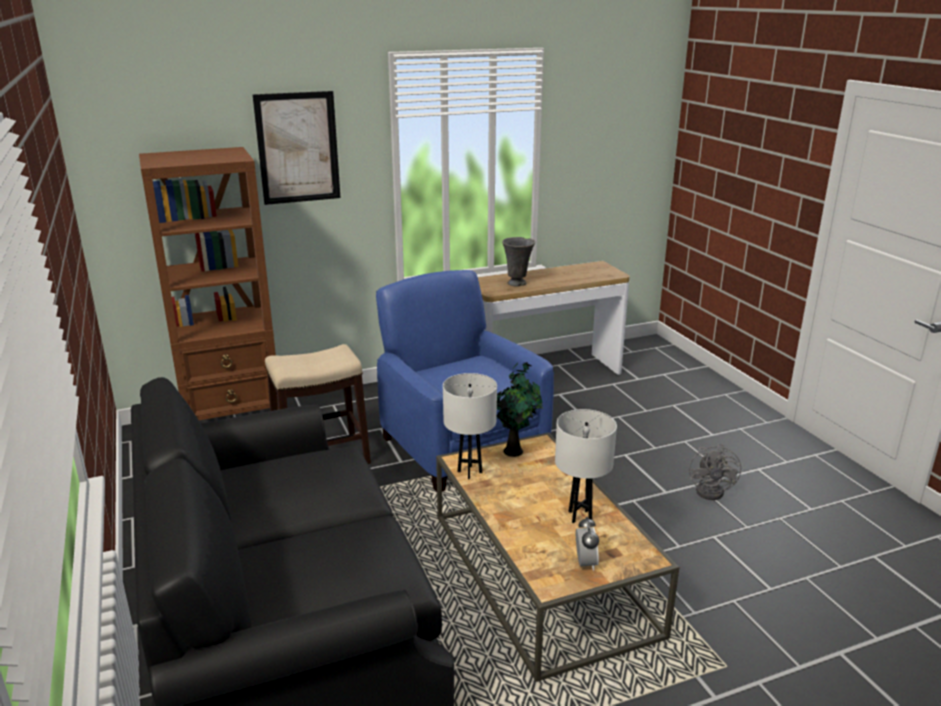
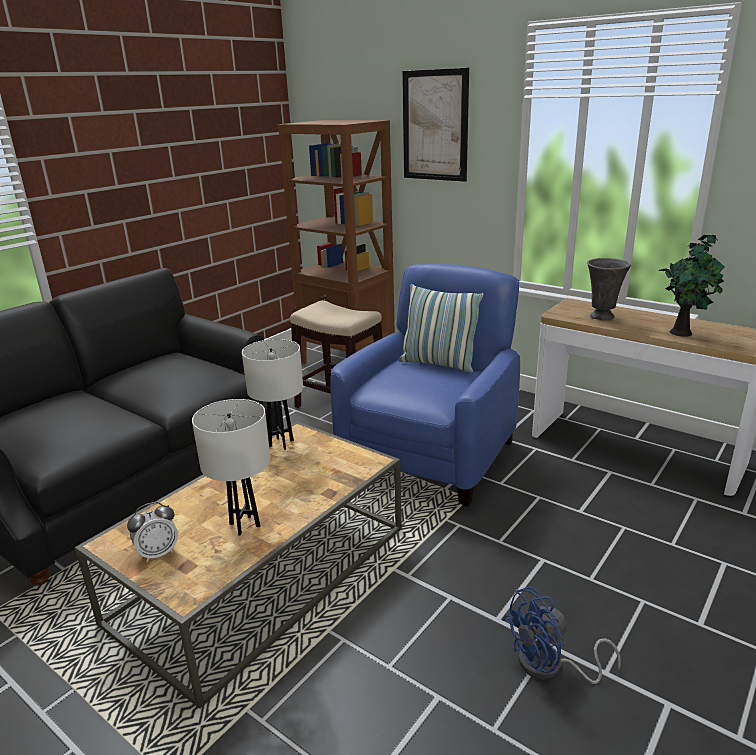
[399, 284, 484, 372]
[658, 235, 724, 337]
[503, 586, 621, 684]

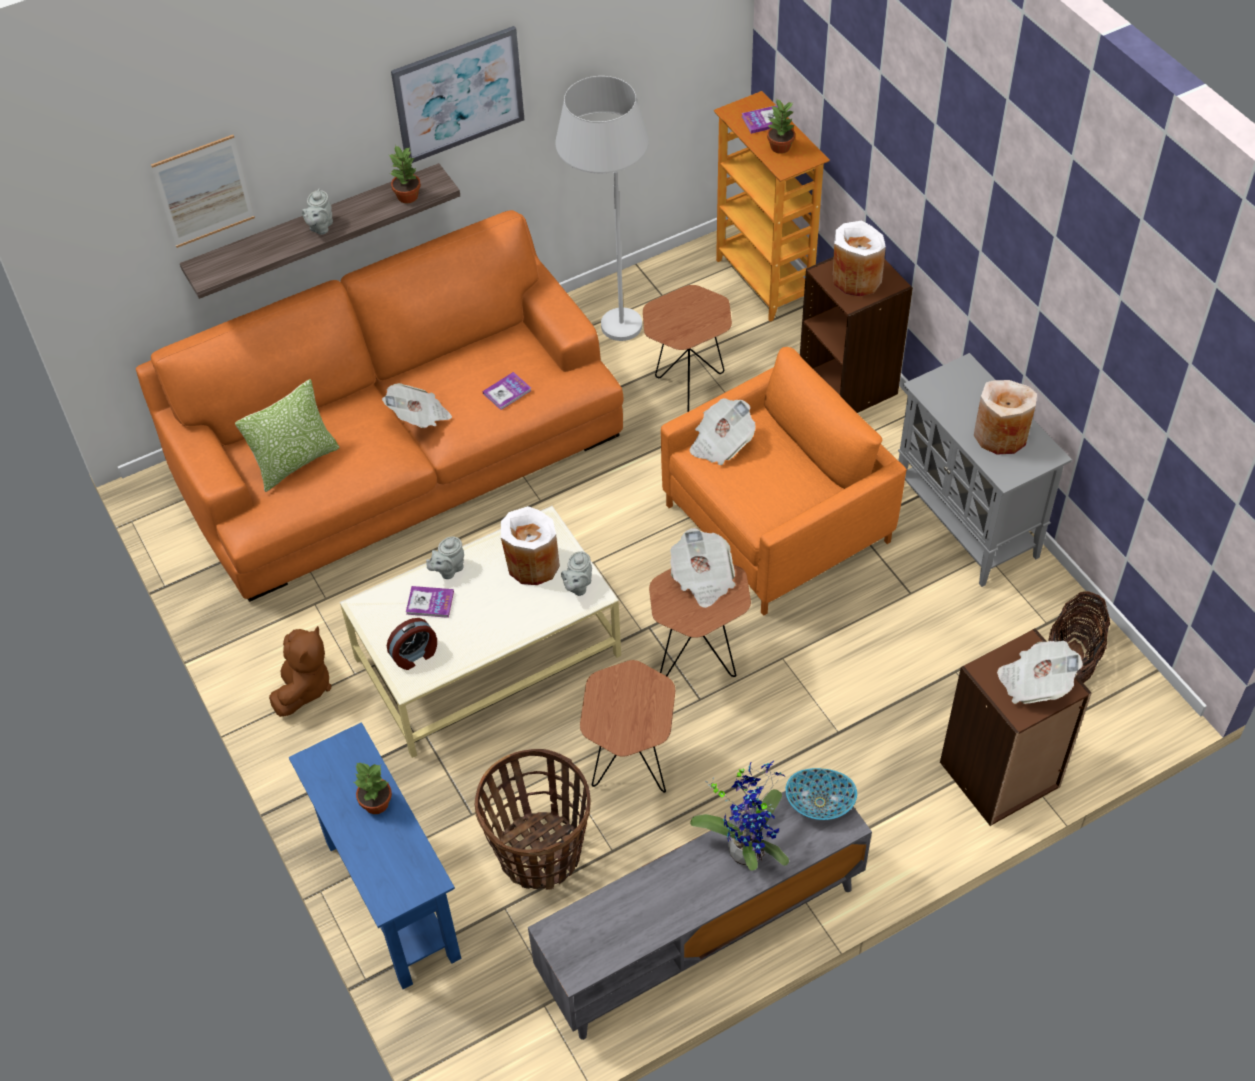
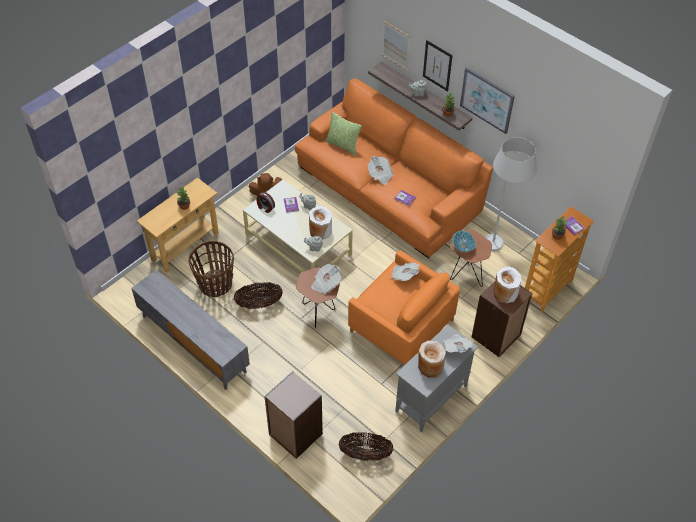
[690, 761, 789, 871] (first image)
[423, 40, 453, 92]
[453, 231, 476, 252]
[442, 334, 473, 353]
[234, 282, 283, 309]
[137, 178, 219, 273]

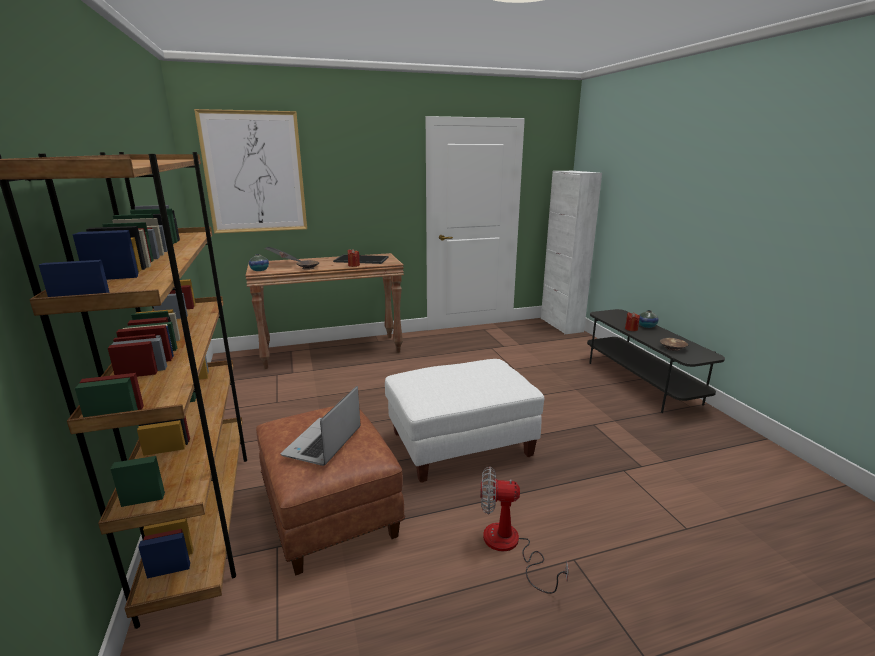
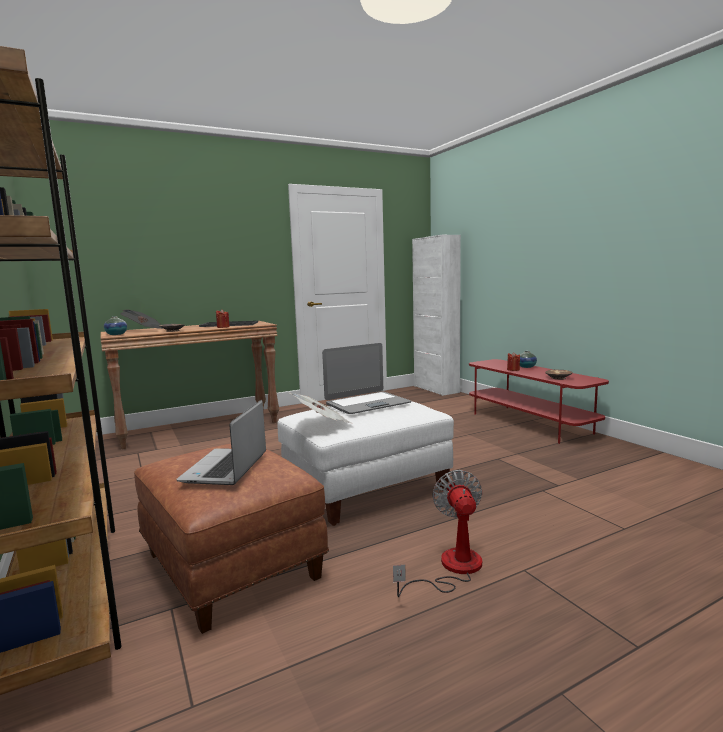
[194, 109, 307, 233] (first image)
[289, 393, 351, 423]
[322, 343, 411, 414]
[469, 359, 609, 444]
[393, 470, 482, 597]

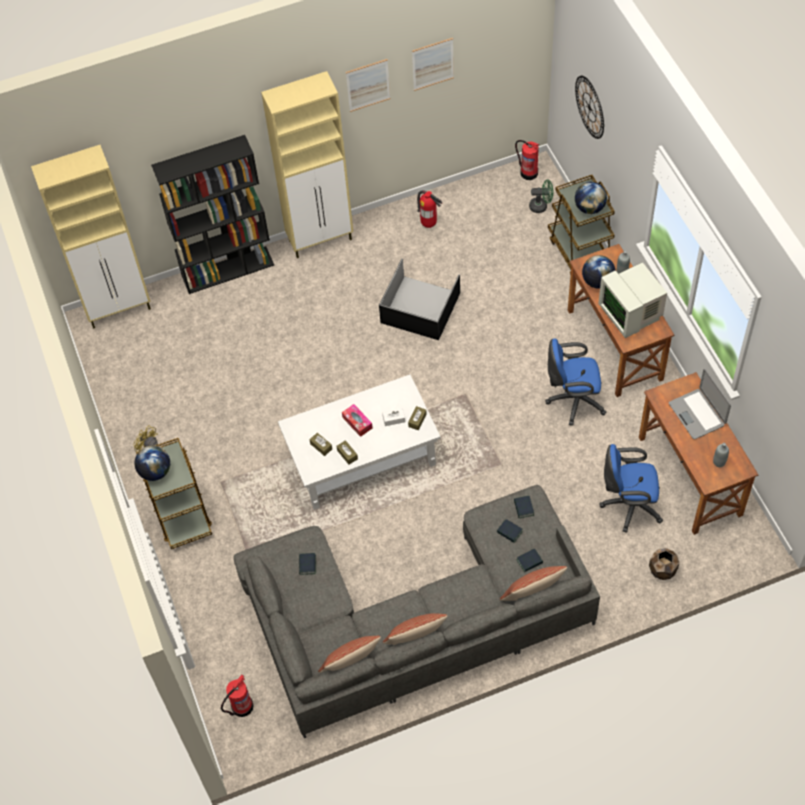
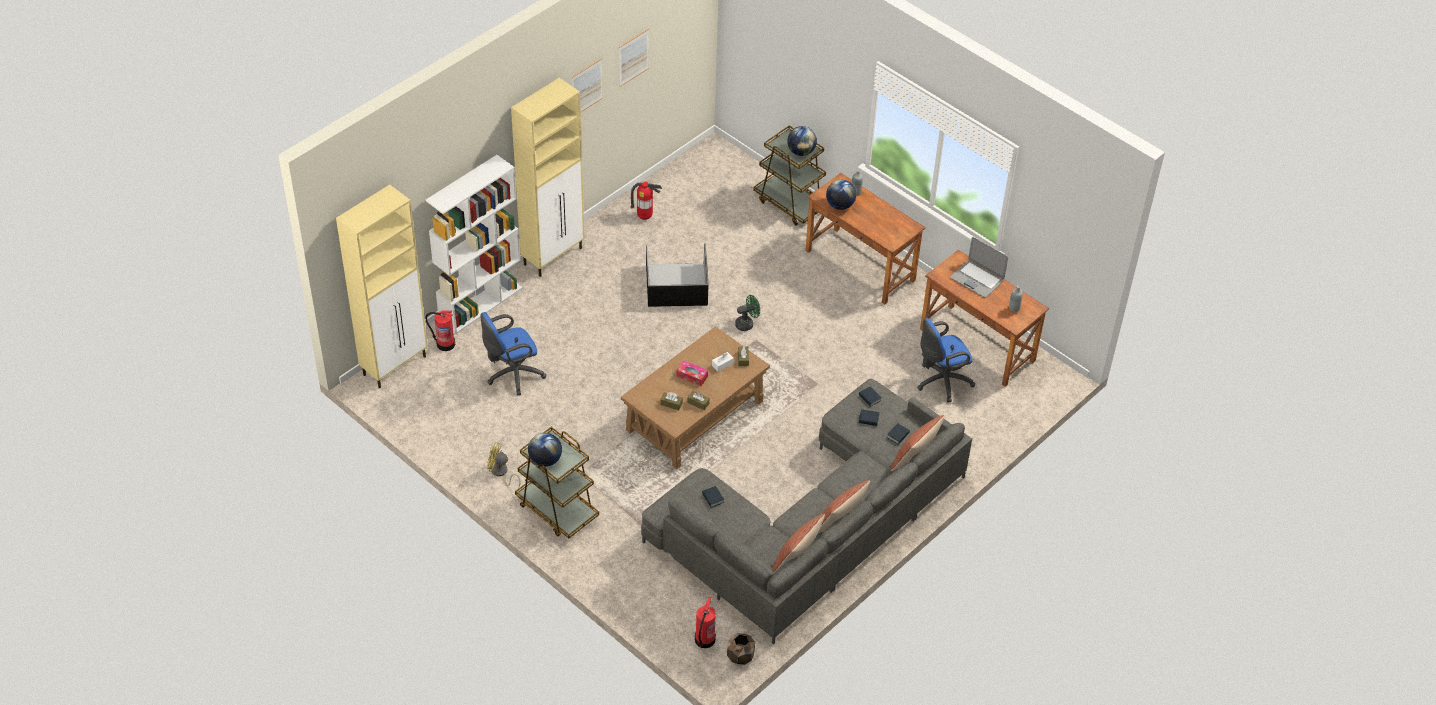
[575, 76, 604, 139] (first image)
[598, 262, 667, 338] (first image)
[425, 310, 455, 351]
[735, 295, 760, 331]
[480, 312, 547, 395]
[727, 633, 755, 665]
[426, 155, 522, 334]
[621, 326, 770, 469]

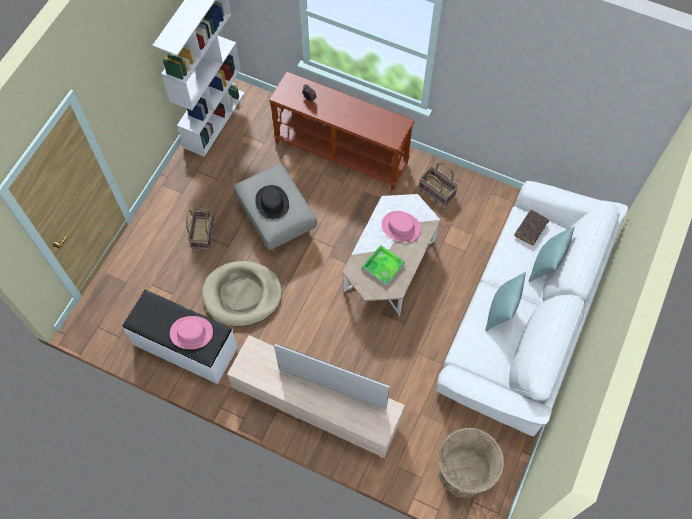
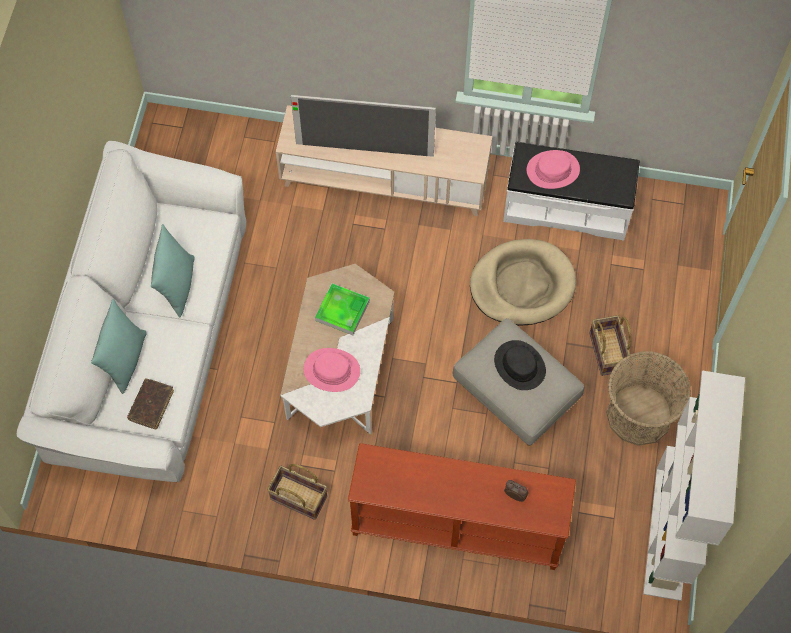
[606, 351, 691, 446]

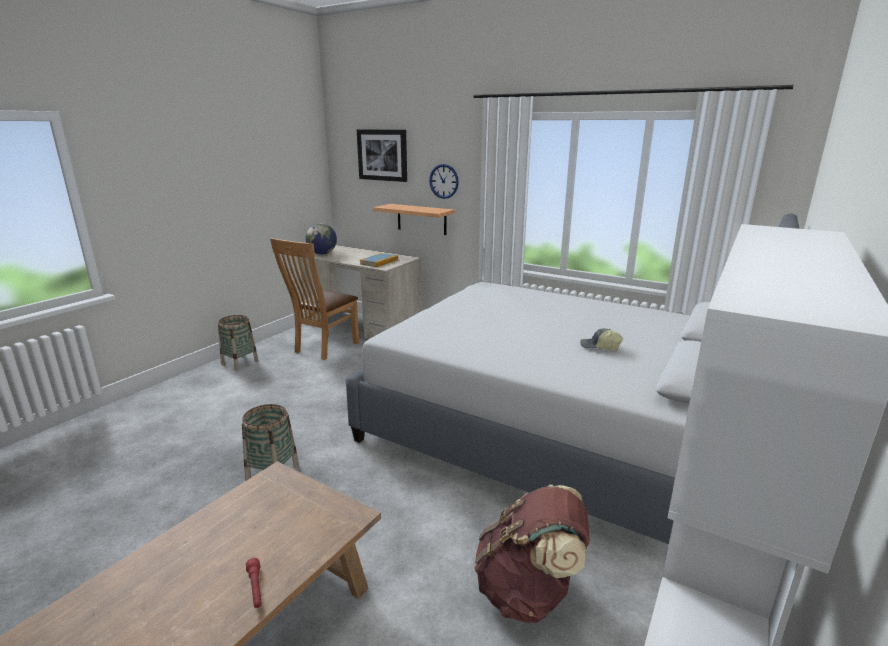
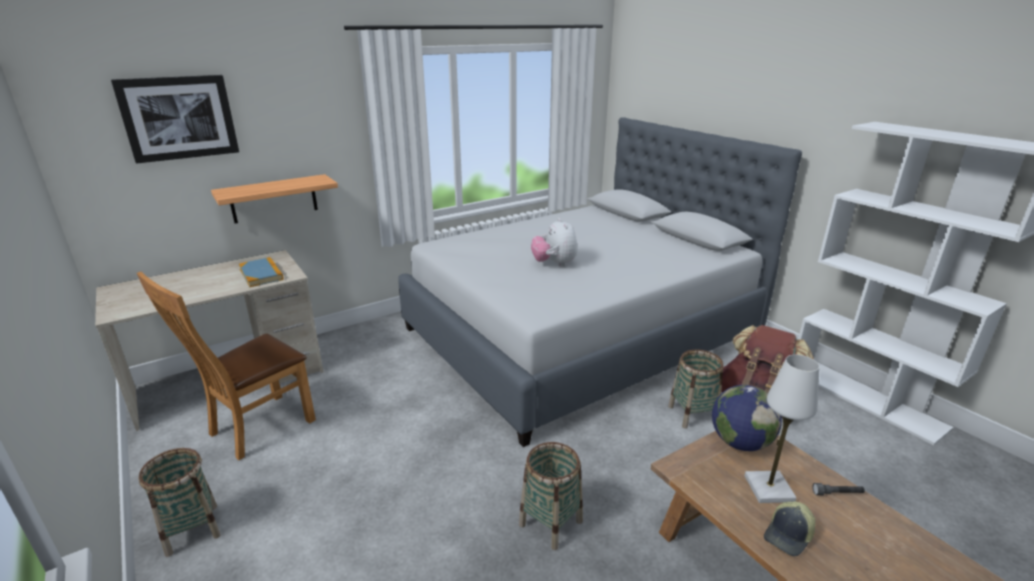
[429, 164, 459, 199] (first image)
[531, 218, 577, 267]
[668, 349, 724, 429]
[744, 355, 820, 503]
[712, 385, 782, 451]
[764, 501, 816, 556]
[812, 483, 865, 496]
[137, 272, 316, 460]

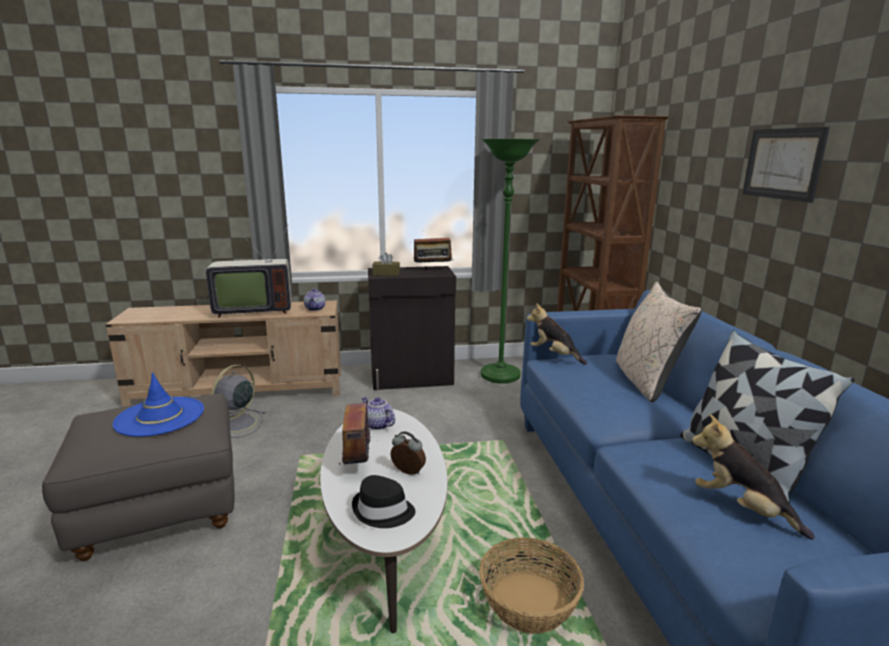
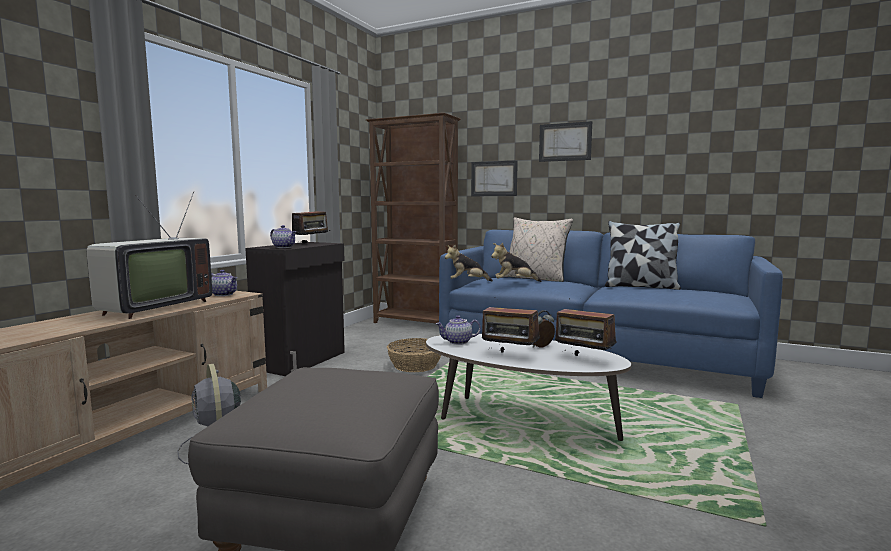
[113, 372, 204, 437] (first image)
[481, 139, 541, 384] (first image)
[471, 160, 518, 196]
[387, 338, 441, 372]
[491, 243, 542, 282]
[555, 309, 617, 356]
[270, 225, 297, 248]

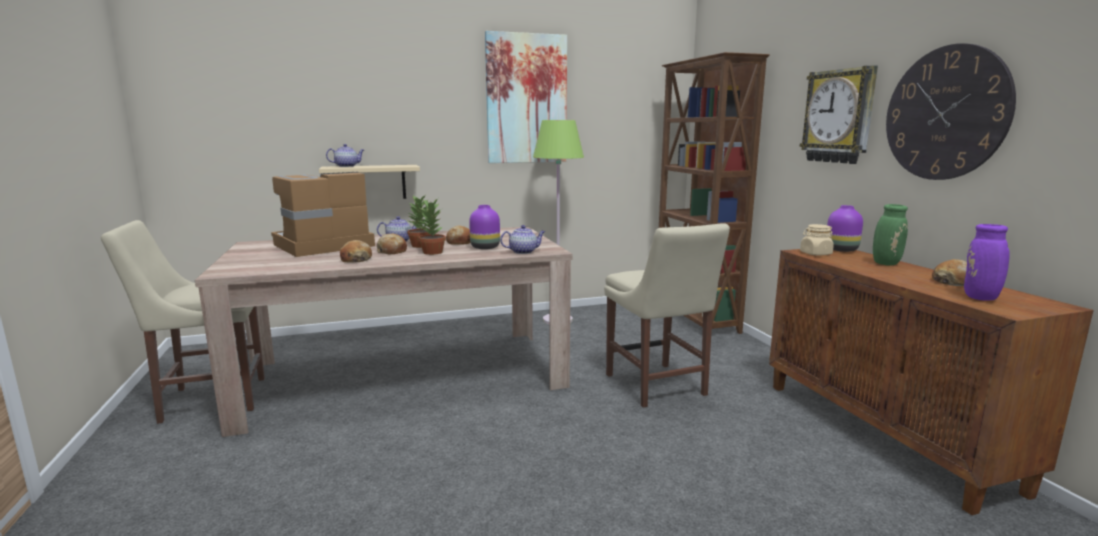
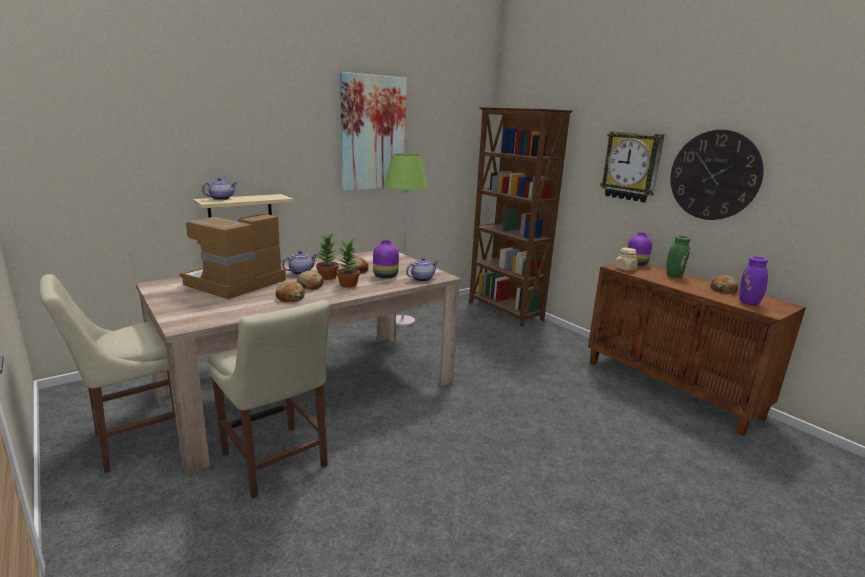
[207, 300, 330, 499]

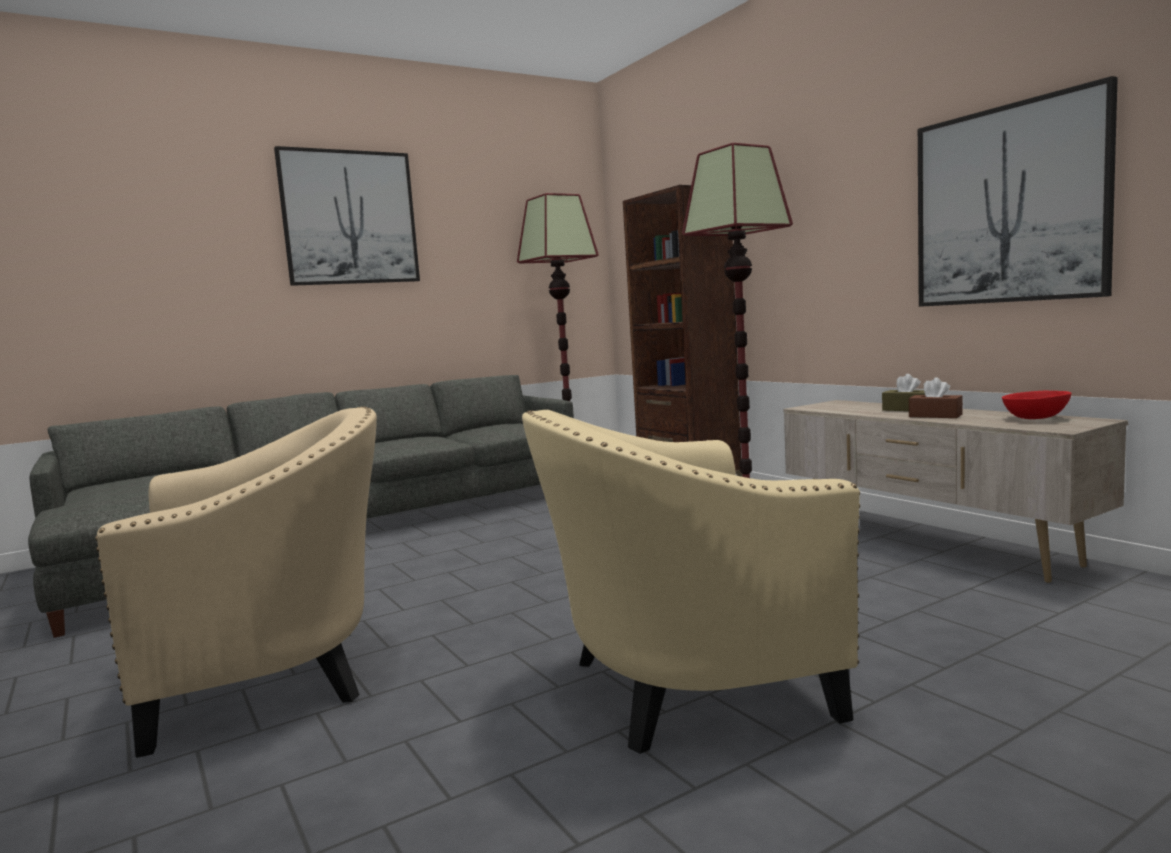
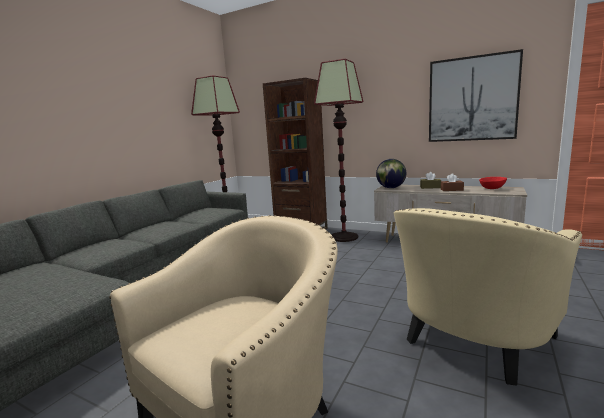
[274, 146, 420, 286] (first image)
[376, 159, 407, 188]

